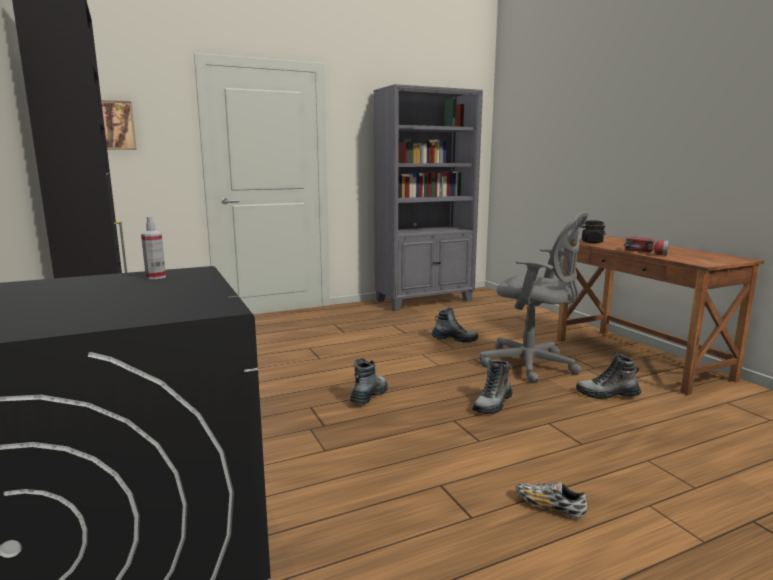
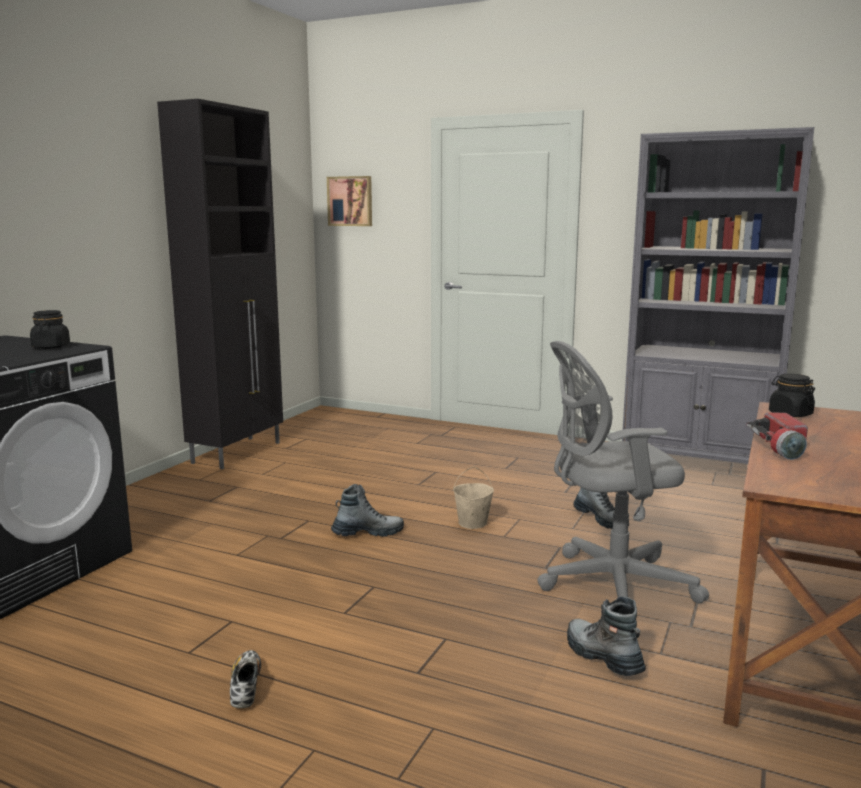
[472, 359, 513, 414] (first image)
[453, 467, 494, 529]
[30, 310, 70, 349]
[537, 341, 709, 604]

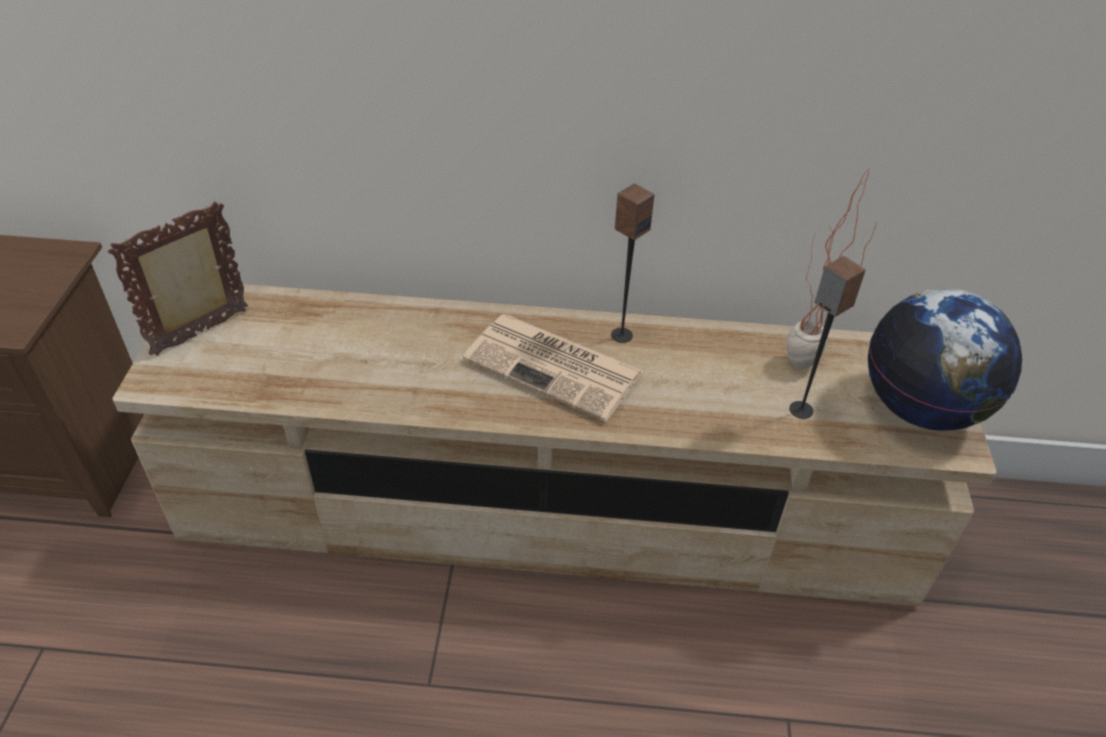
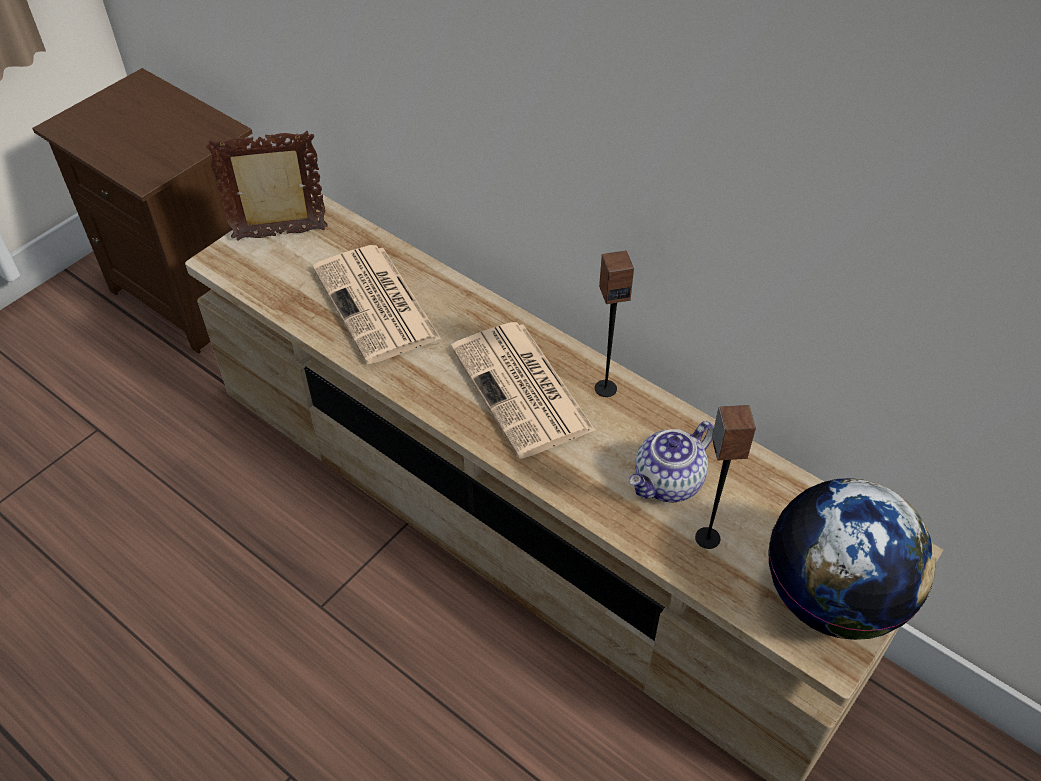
[787, 166, 876, 369] (first image)
[313, 245, 441, 364]
[629, 421, 714, 502]

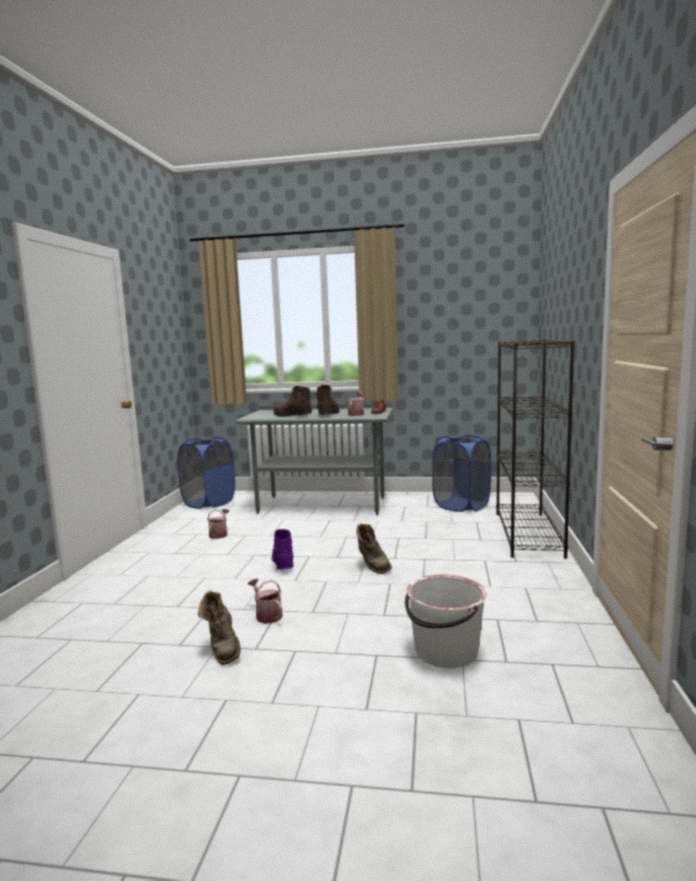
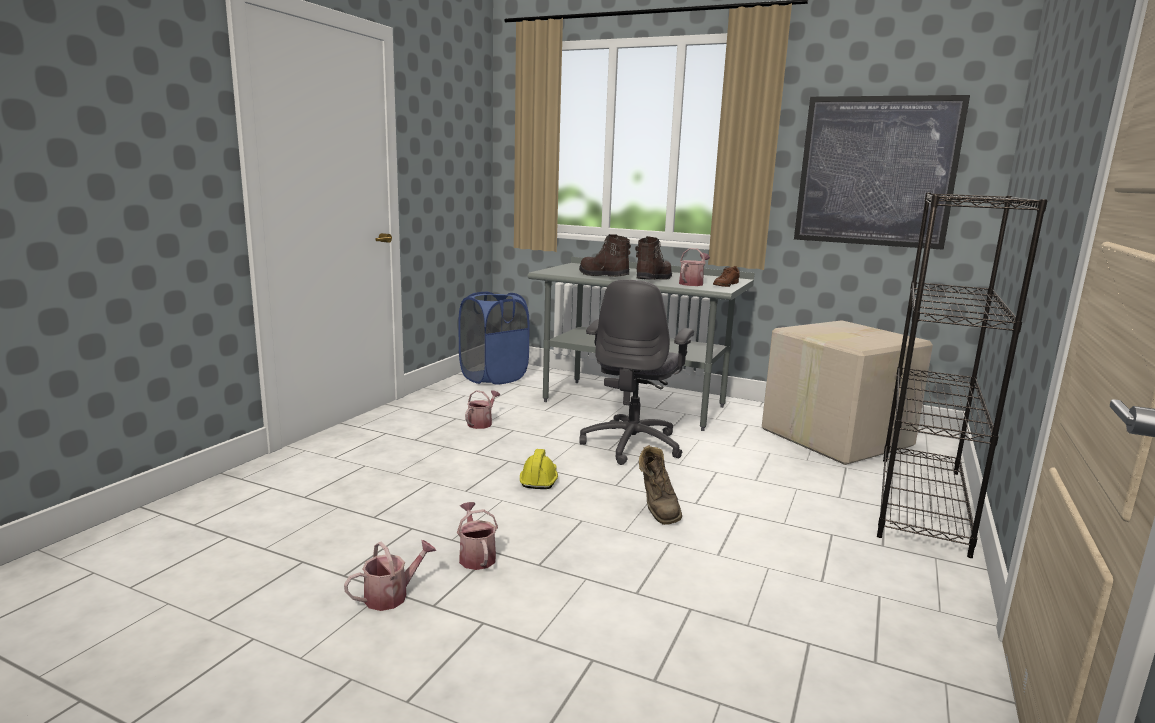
[405, 575, 487, 668] (first image)
[579, 280, 694, 465]
[794, 95, 970, 250]
[344, 540, 436, 611]
[520, 449, 558, 489]
[762, 320, 933, 465]

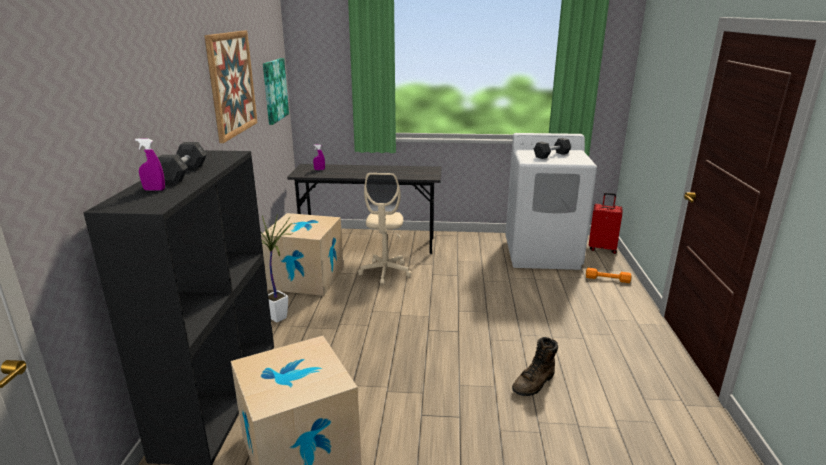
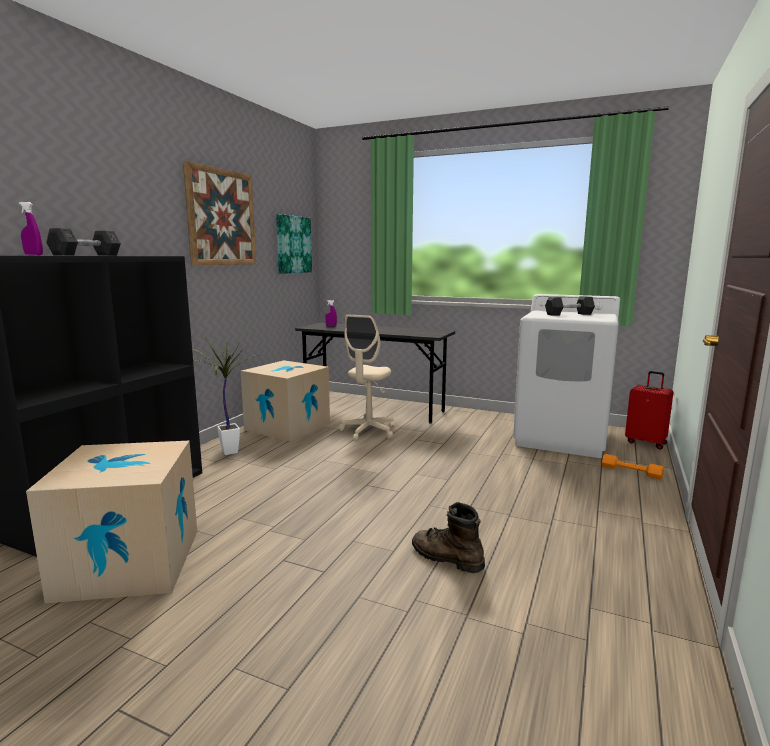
[412, 502, 485, 573]

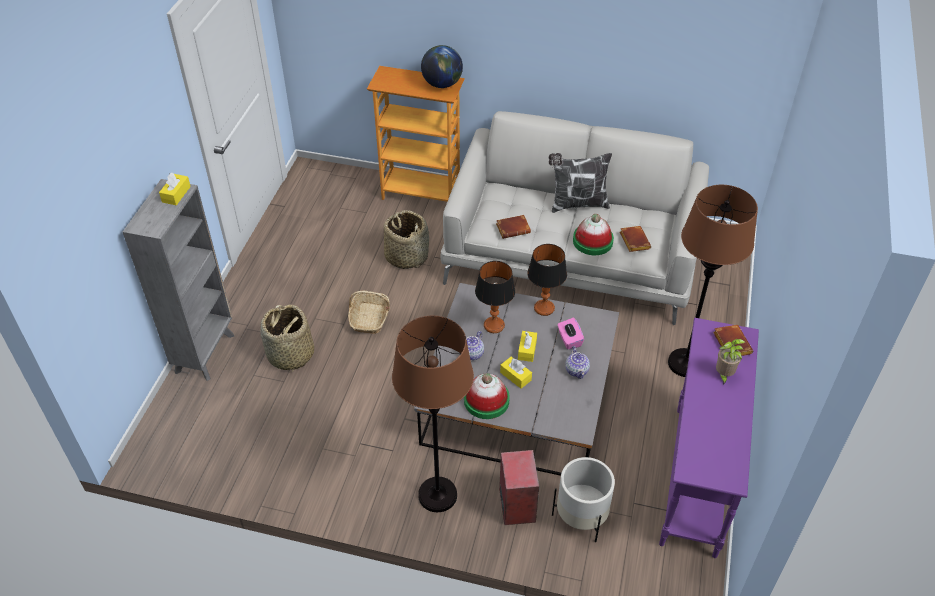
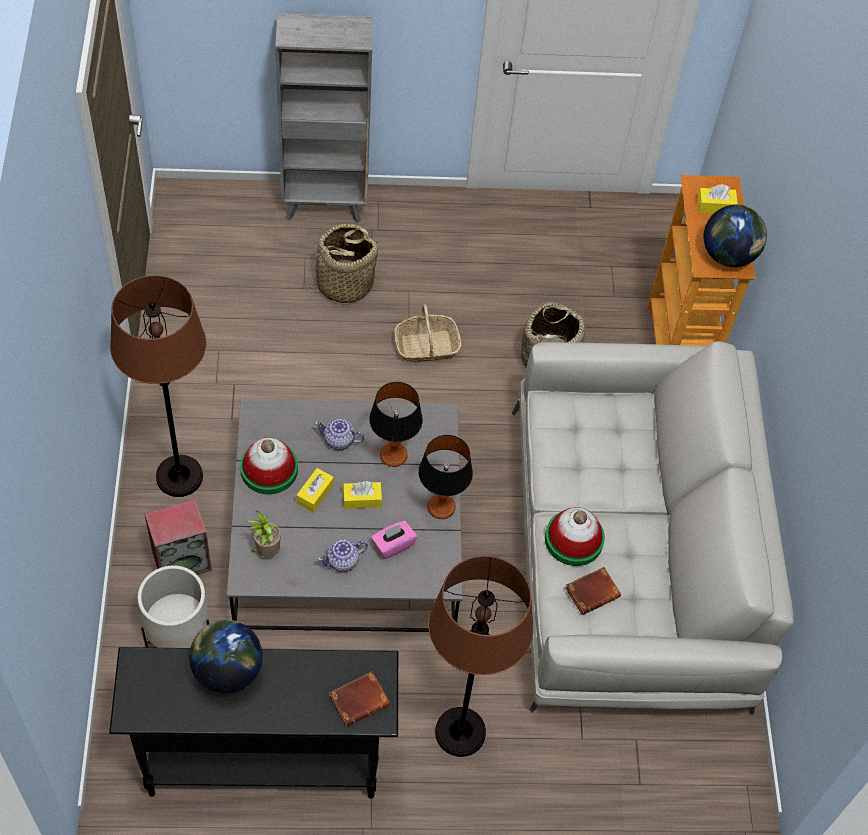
[496, 215, 531, 239] (first image)
[549, 153, 612, 213] (first image)
[189, 620, 263, 693]
[697, 184, 738, 214]
[246, 511, 281, 557]
[109, 647, 398, 799]

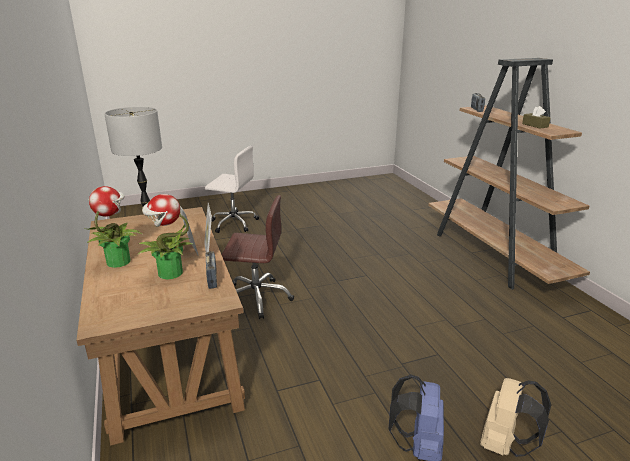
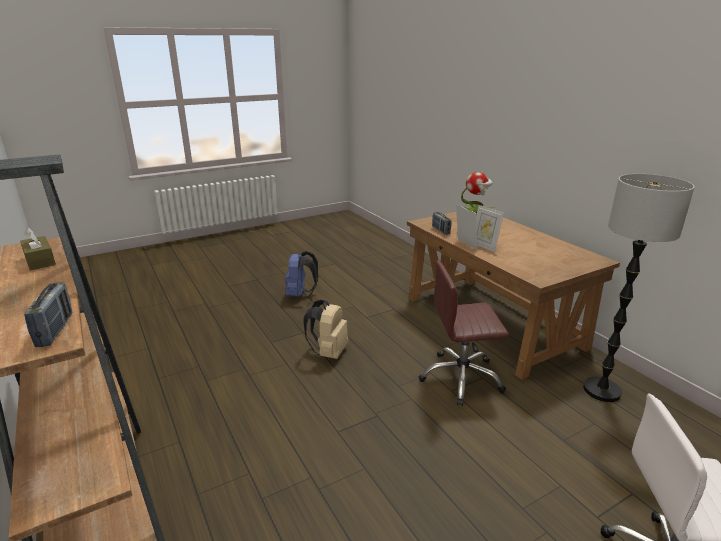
[85, 186, 142, 268] (first image)
[303, 299, 348, 359]

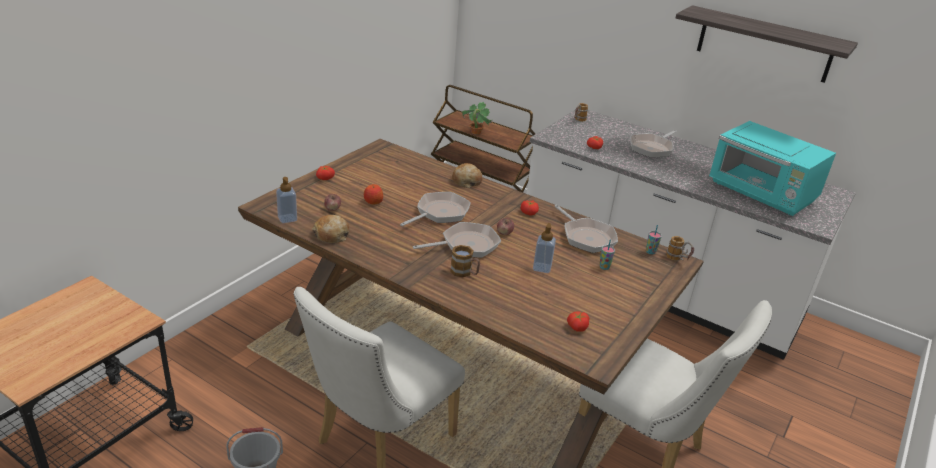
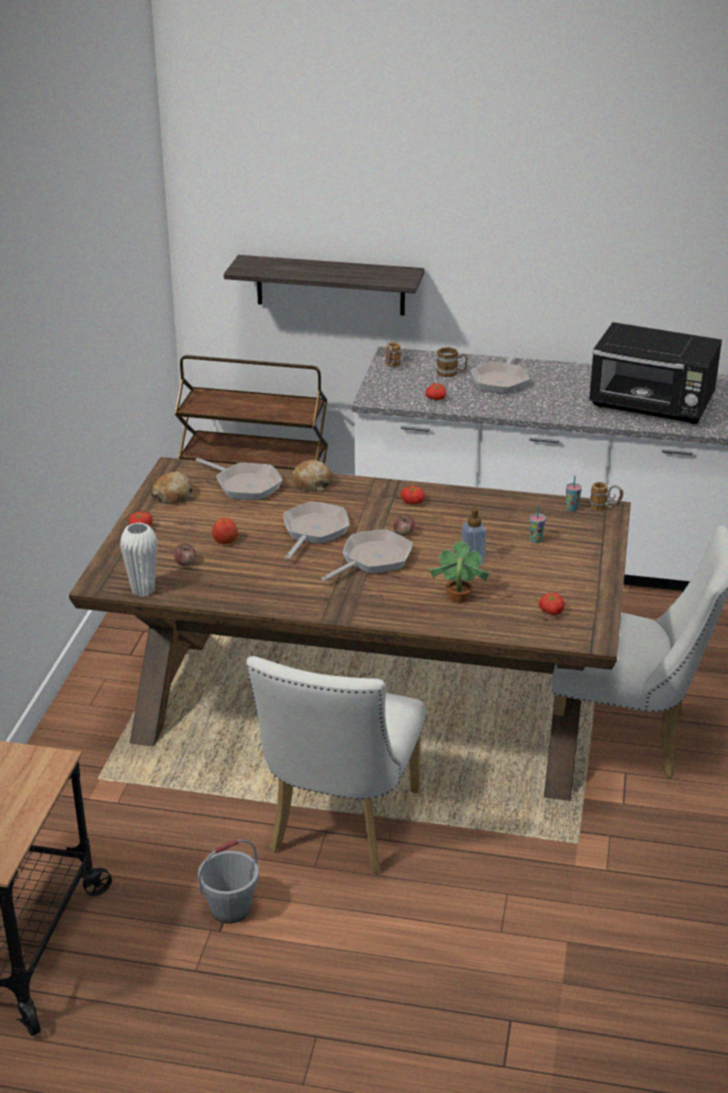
[151, 472, 193, 504]
[437, 347, 467, 377]
[428, 540, 492, 603]
[196, 458, 283, 500]
[224, 255, 424, 316]
[120, 523, 158, 597]
[589, 322, 722, 424]

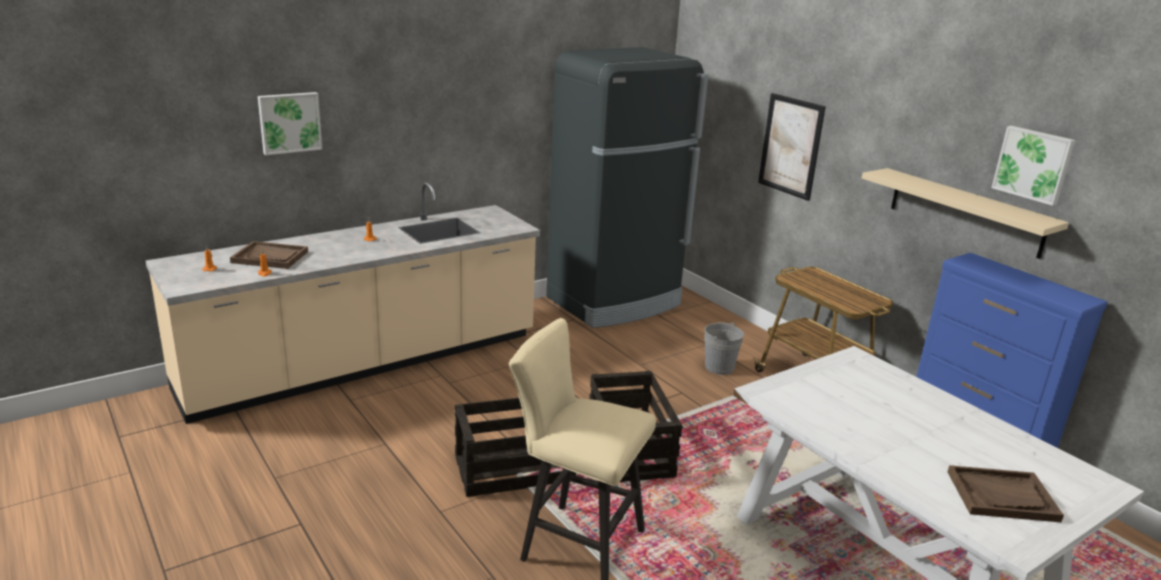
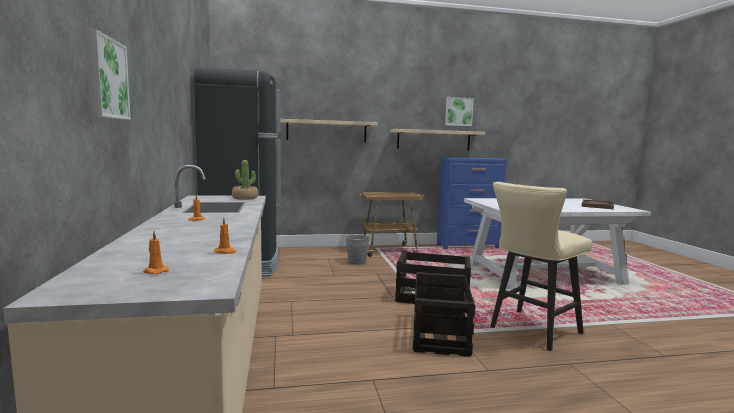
[230, 241, 308, 269] (first image)
[232, 160, 258, 200]
[280, 119, 378, 142]

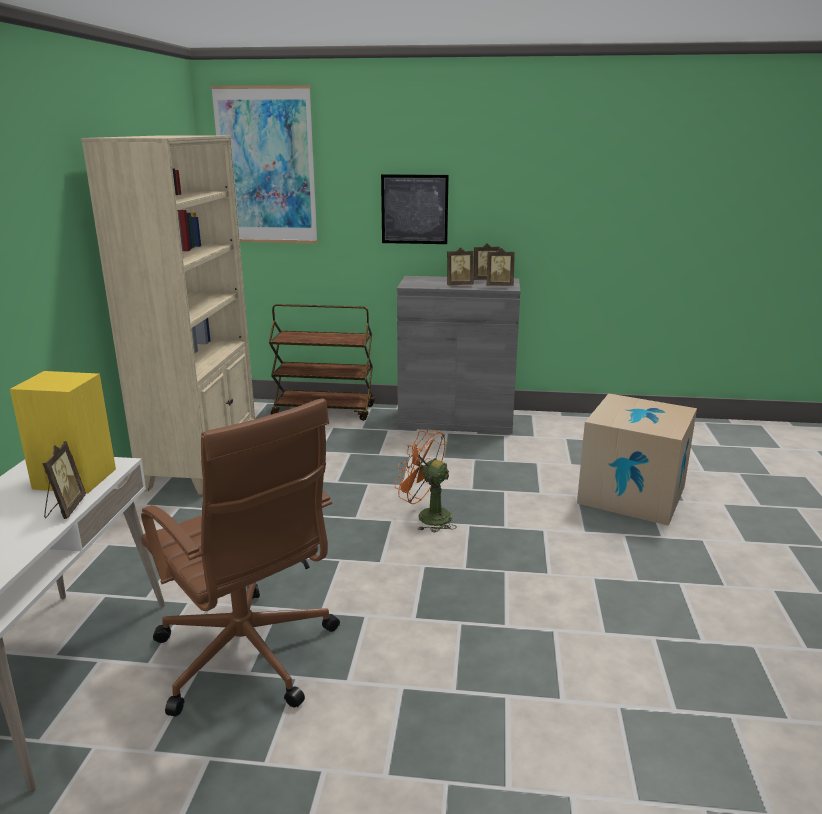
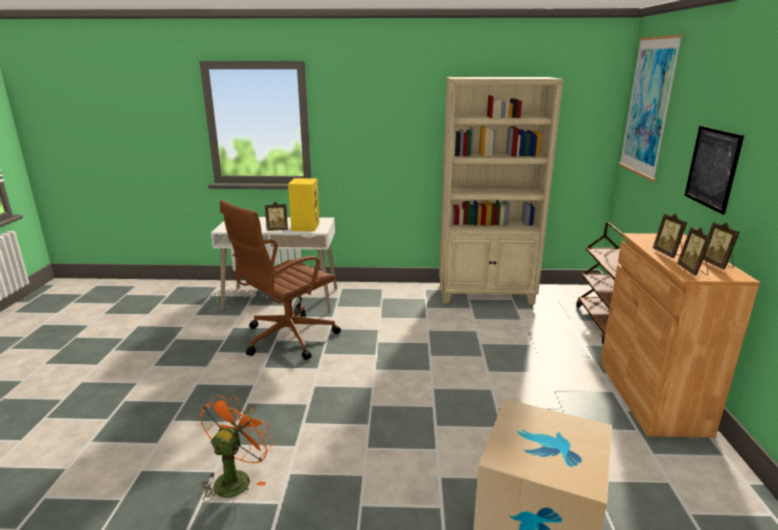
[200, 395, 274, 502]
[600, 233, 760, 438]

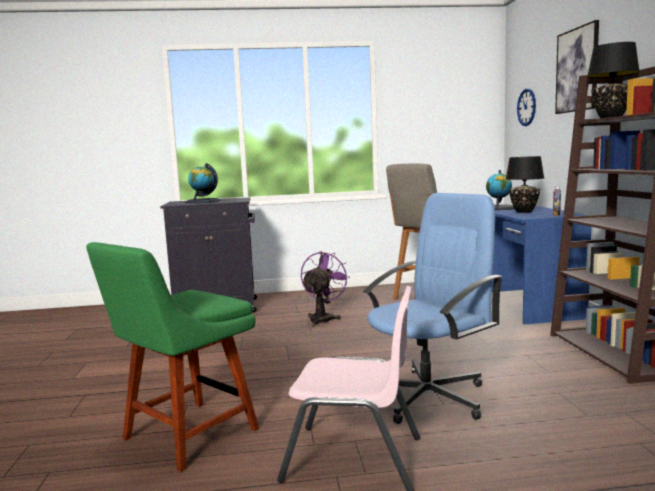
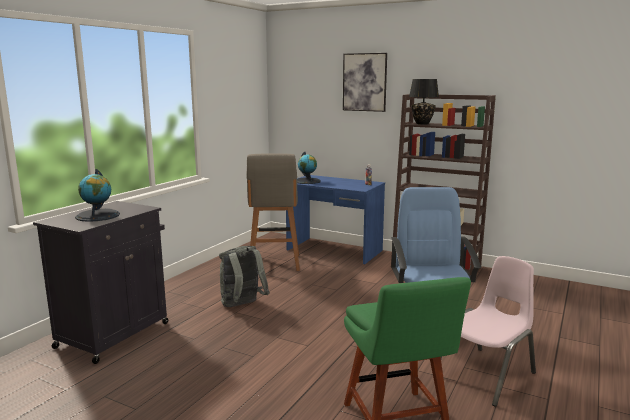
[506, 156, 544, 213] (first image)
[517, 89, 536, 126] (first image)
[219, 246, 270, 307]

